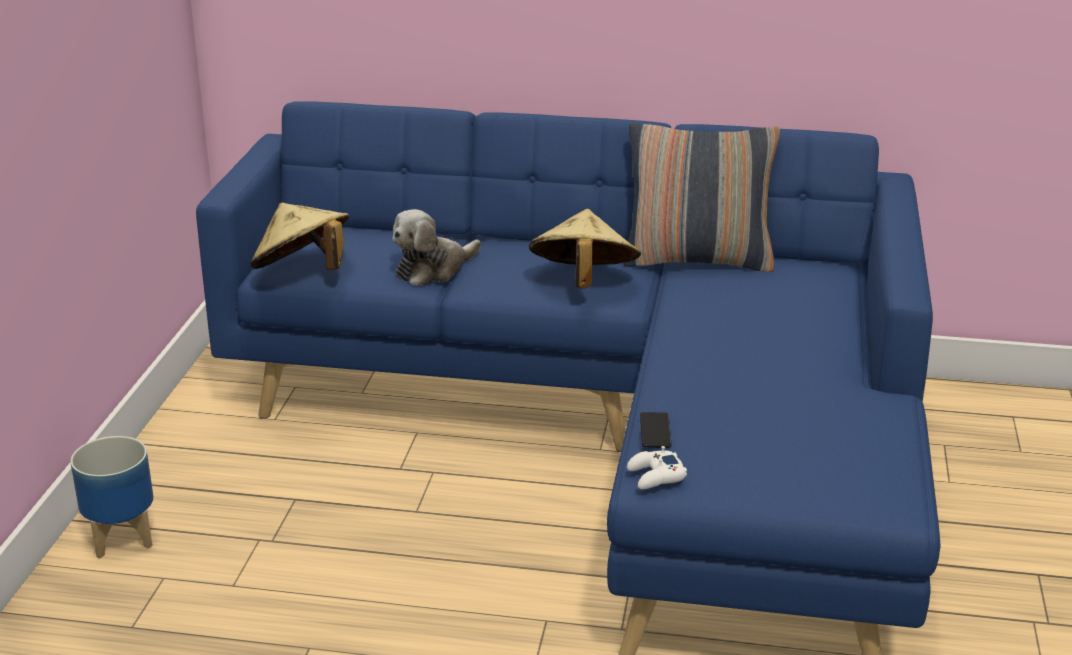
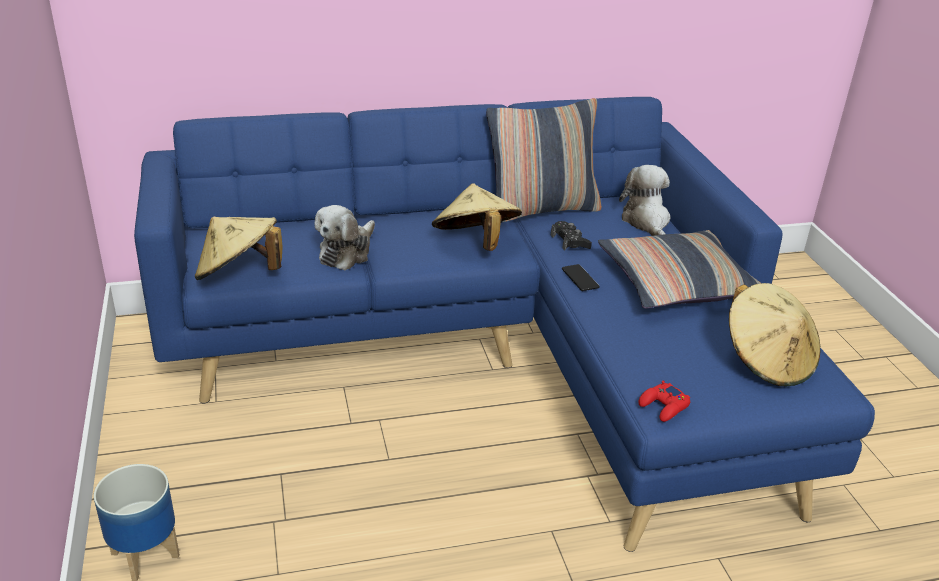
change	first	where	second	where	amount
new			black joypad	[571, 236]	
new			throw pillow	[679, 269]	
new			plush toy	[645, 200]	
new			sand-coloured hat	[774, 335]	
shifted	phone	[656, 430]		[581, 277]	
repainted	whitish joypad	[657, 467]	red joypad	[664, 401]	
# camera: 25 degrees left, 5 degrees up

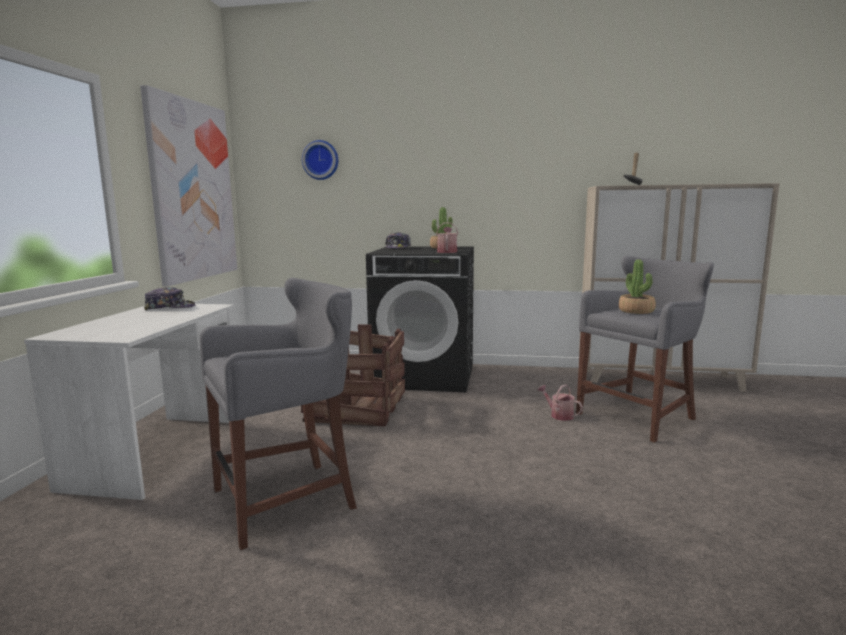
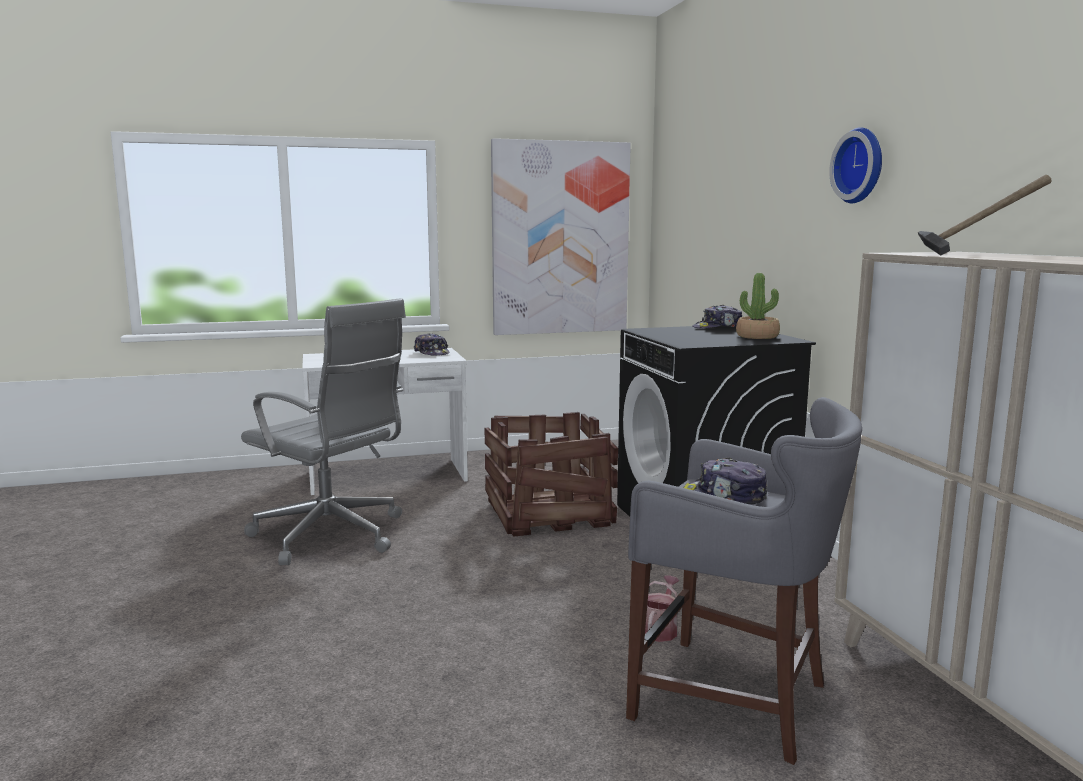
change	first	where	second	where	amount
gone	watering pot	[447, 238]			
shifted	clock on the wall	[320, 160]		[855, 165]	
swapped	gray stool seat	[278, 414]	gray computer chair	[323, 431]	
swapped	plant in a pot	[637, 286]	baseball cap	[725, 480]	
# camera: 65 degrees right, 0 degrees up

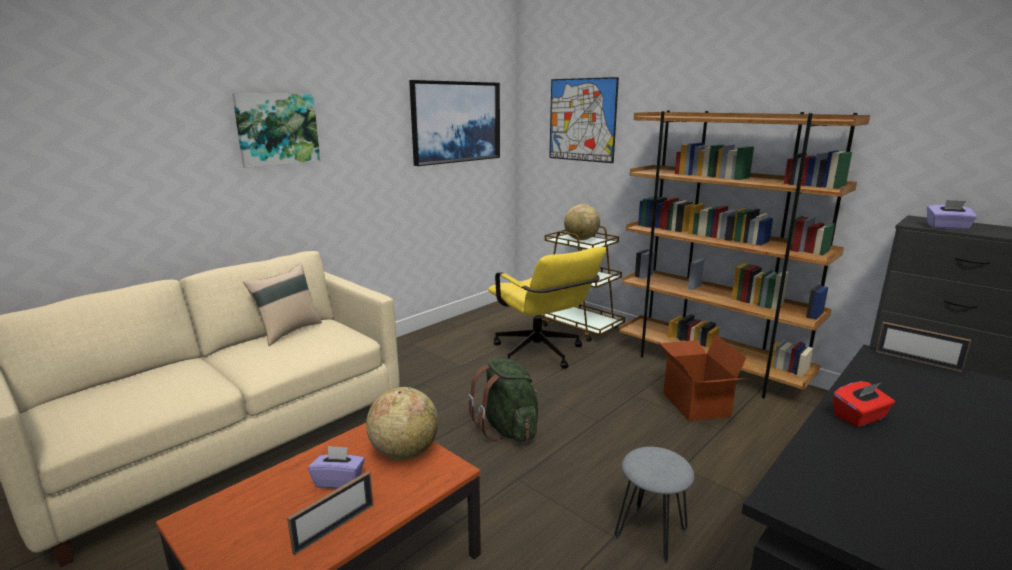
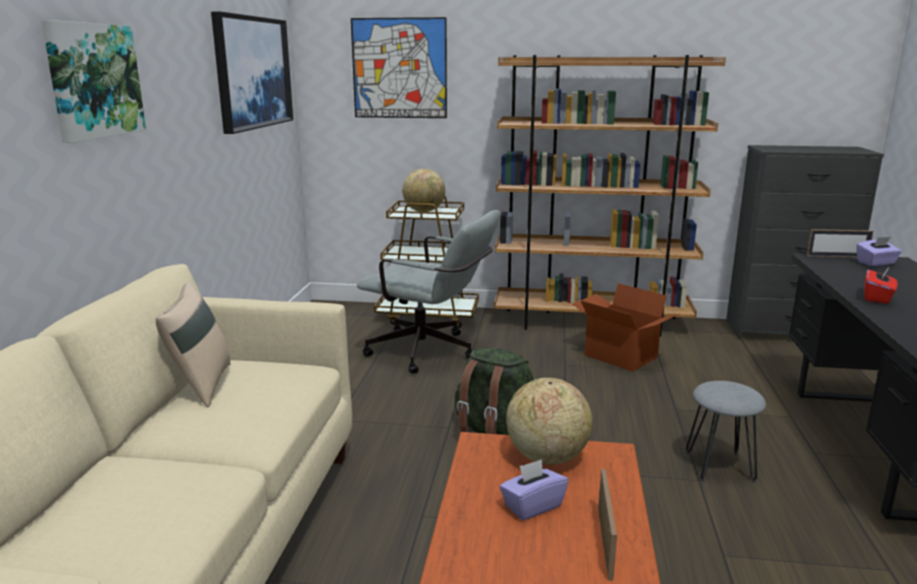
change	first	where	second	where	amount
shifted	purplish tissue box	[952, 215]		[879, 251]	
repainted	yellow computer chair	[547, 308]	gray computer chair	[428, 292]	
# camera: 35 degrees left, 0 degrees up

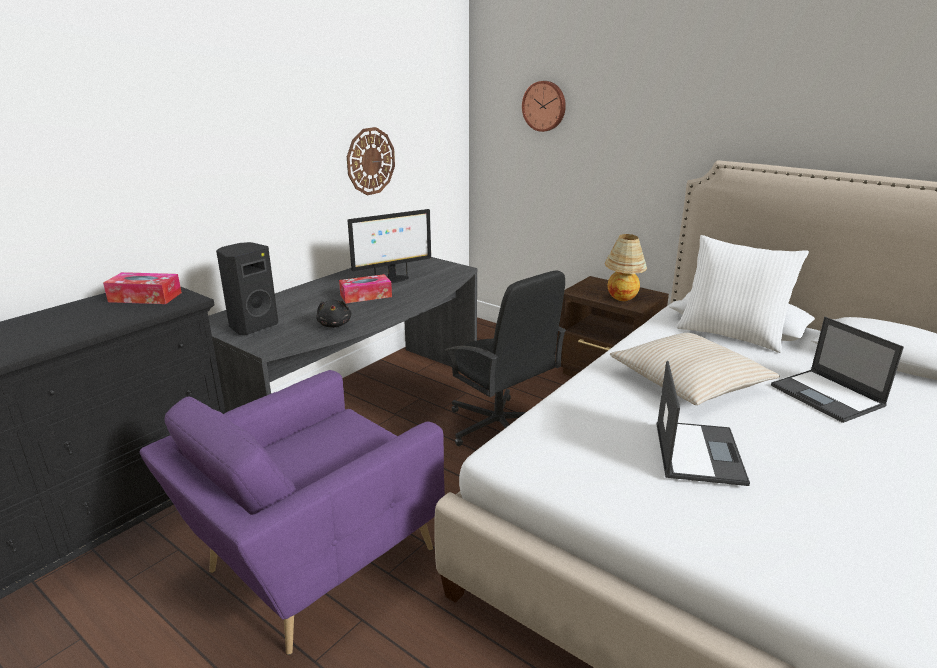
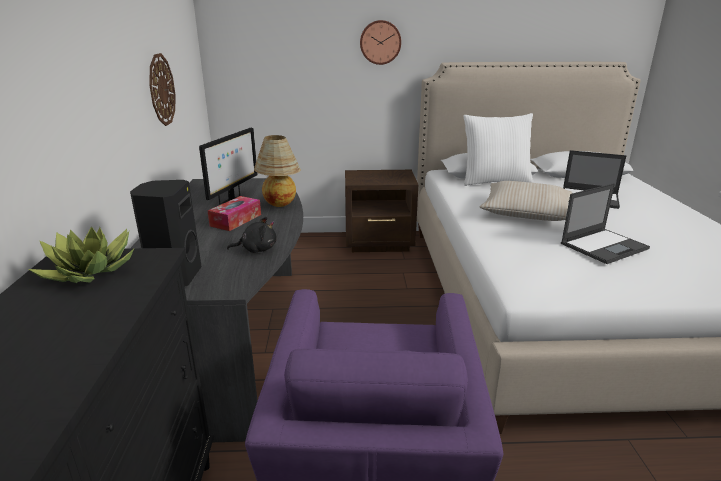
change	first	where	second	where	amount
gone	black computer chair	[505, 358]			
shifted	clock on the wall	[544, 106]		[380, 42]	
shifted	lamp for a table	[626, 267]		[277, 171]	
swapped	tissue box	[142, 288]	plant in a pot	[81, 255]	
rotated	black plush toy	[333, 313]		[251, 235]	45 degrees counterclockwise
rotated	laptop	[703, 423]		[605, 223]	90 degrees clockwise
# camera: 40 degrees left, 0 degrees up

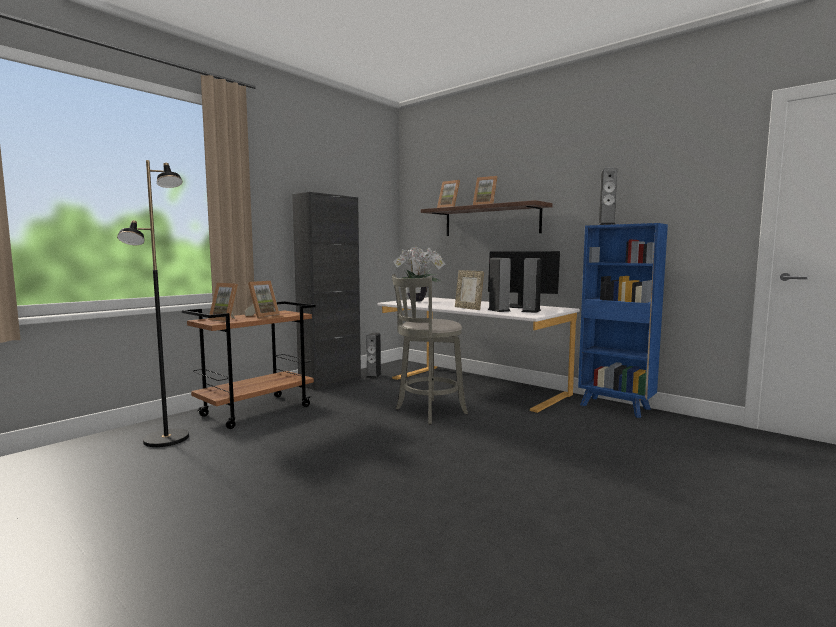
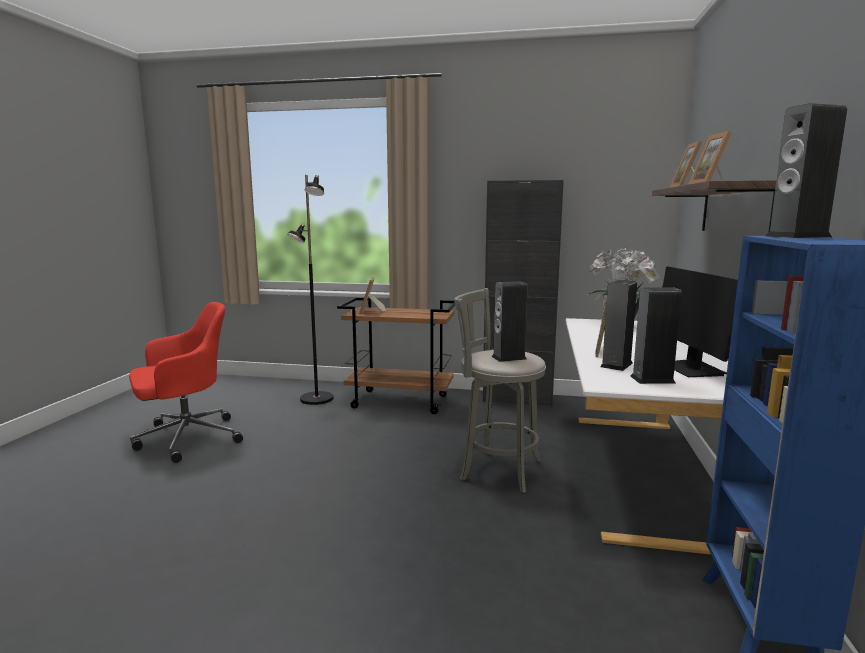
change	first	where	second	where	amount
gone	photo frame	[262, 299]			
new			red computer chair	[186, 382]	
shifted	speaker	[374, 355]		[509, 321]	
# camera: 60 degrees right, 5 degrees up

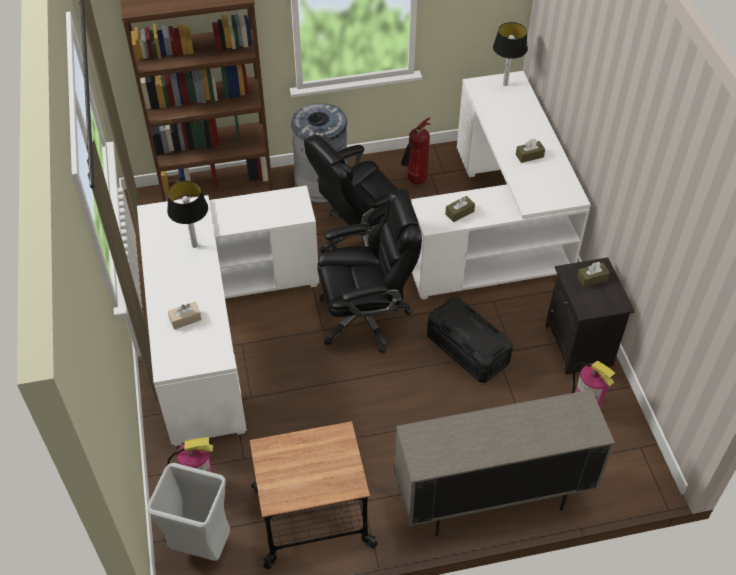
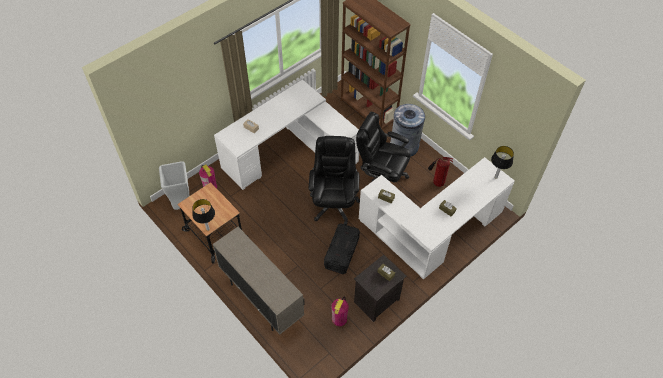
change	first	where	second	where	amount
shifted	lamp for a table	[187, 214]		[203, 215]	
rotated	black computer chair	[369, 271]		[334, 180]	135 degrees counterclockwise
# camera: 60 degrees right, 5 degrees up

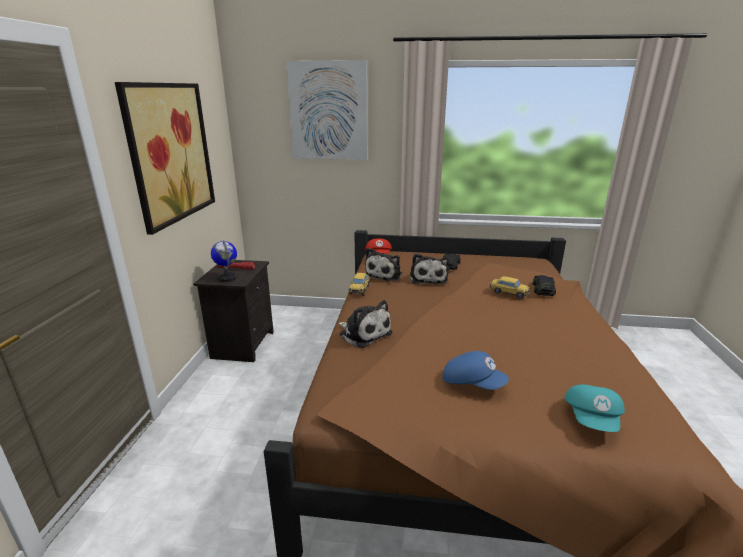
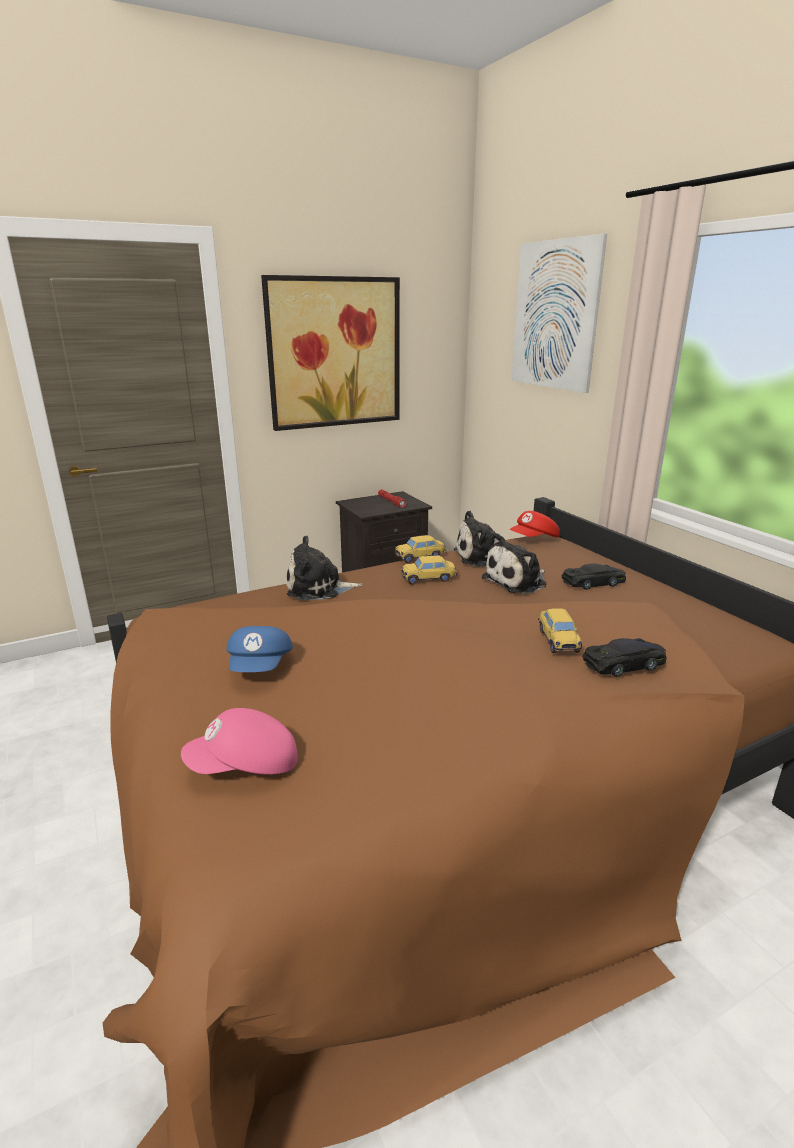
change	first	where	second	where	amount
gone	globe	[224, 261]			
new			model car	[429, 570]	
repainted	turquoise baseball cap	[594, 408]	pinkish baseball cap	[239, 741]	
rotated	plush toy	[365, 324]		[324, 568]	75 degrees clockwise
# camera: 55 degrees right, 0 degrees up

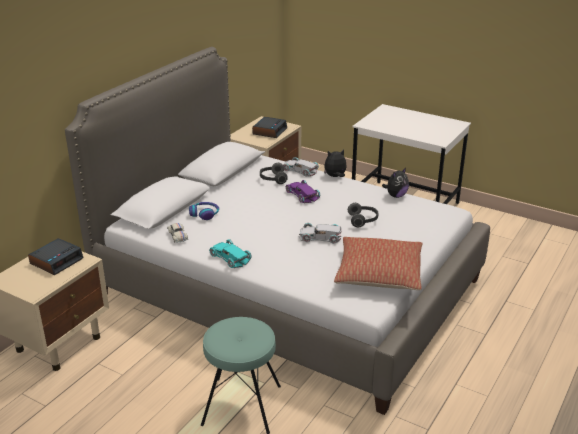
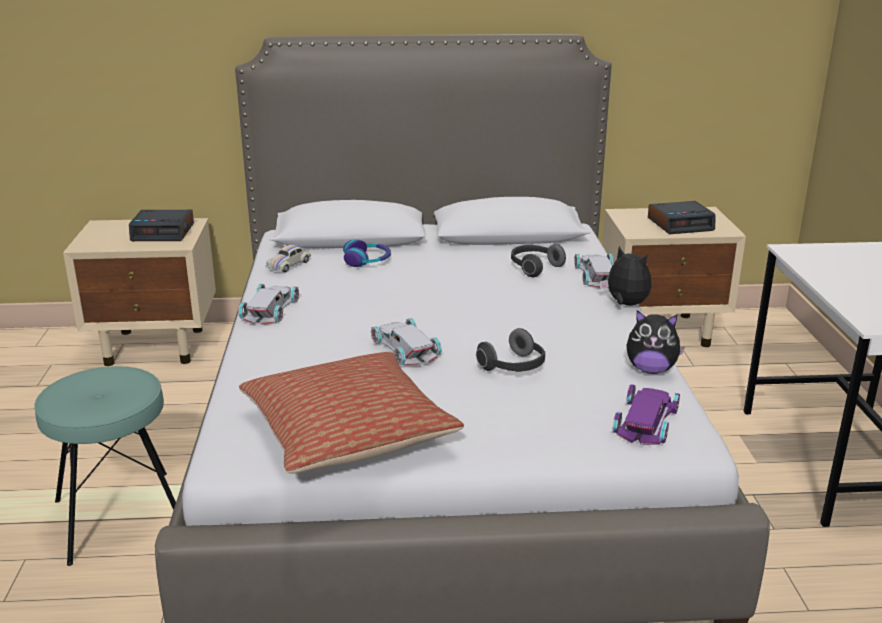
change	first	where	second	where	amount
shifted	purplish model car	[303, 191]		[646, 414]	
repainted	turquoise model car	[230, 253]	whitish model car	[268, 304]	
# camera: 55 degrees right, 5 degrees down

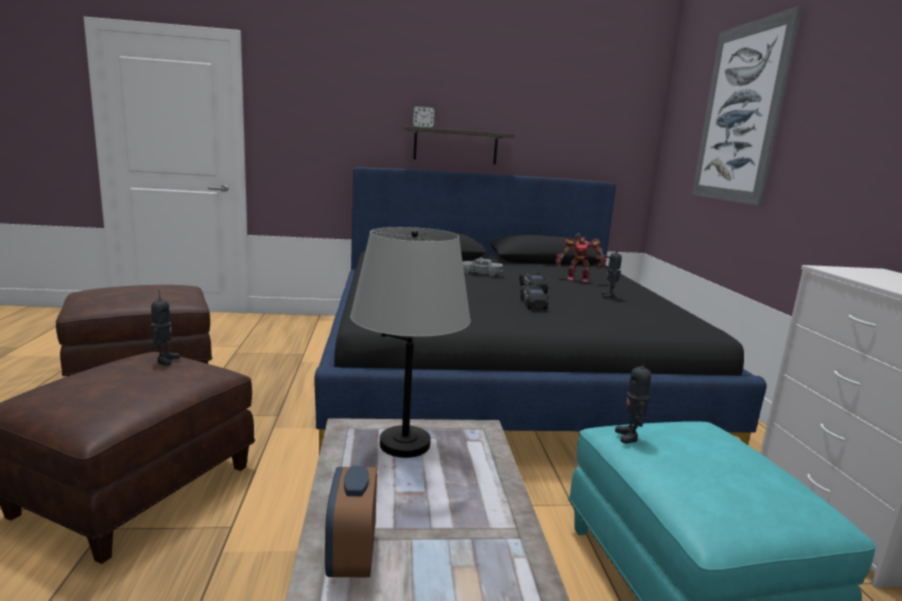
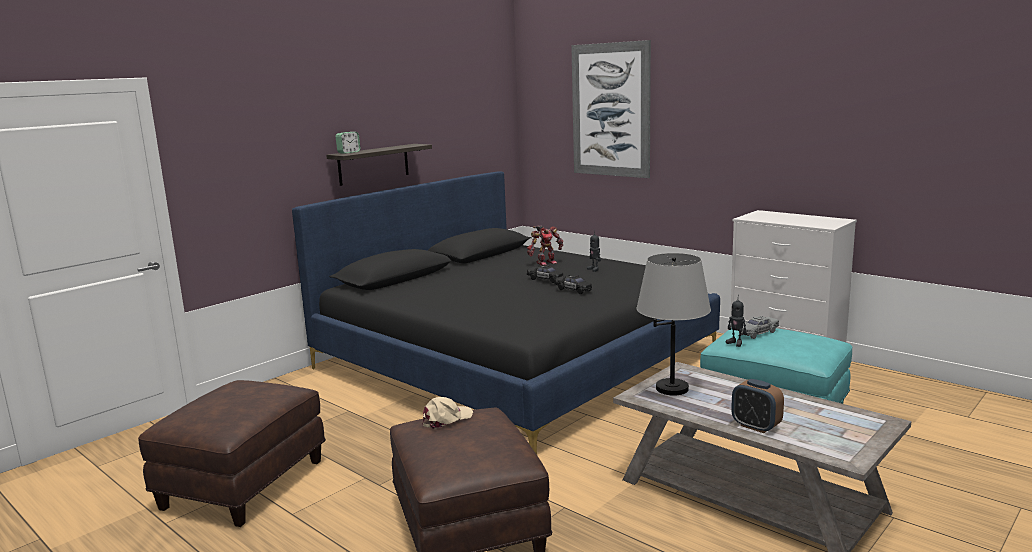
change	first	where	second	where	amount
shifted	gray model car	[483, 267]		[759, 327]	
swapped	toy robot	[165, 328]	sand-coloured baseball cap	[448, 413]	
# camera: 40 degrees left, 0 degrees up

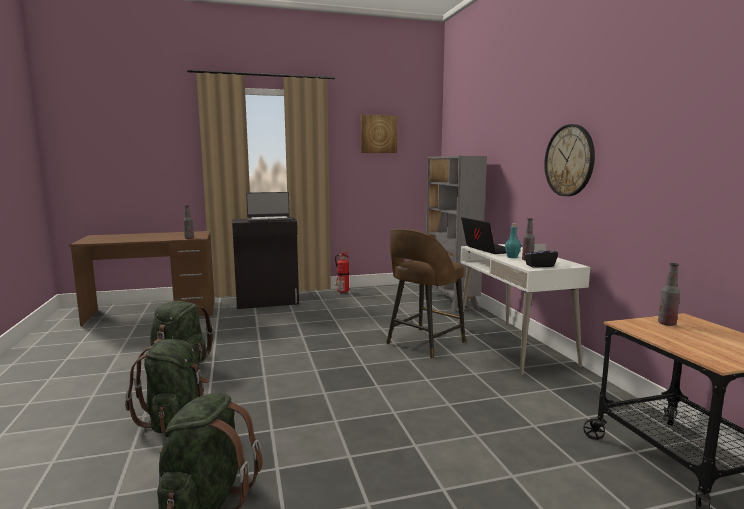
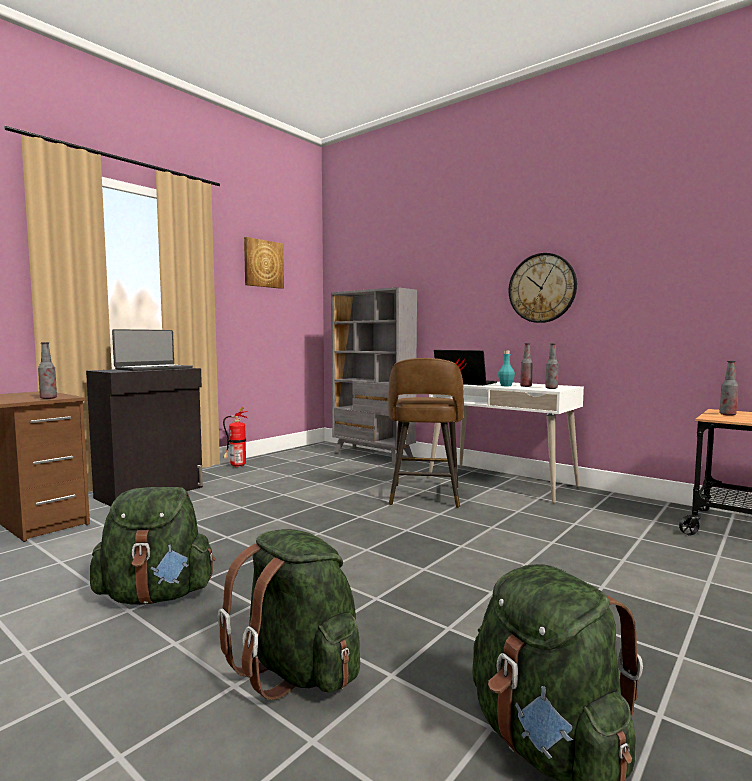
change	first	where	second	where	amount
swapped	black tissue box	[541, 256]	beverage bottle	[551, 366]	
# camera: 35 degrees left, 5 degrees down

